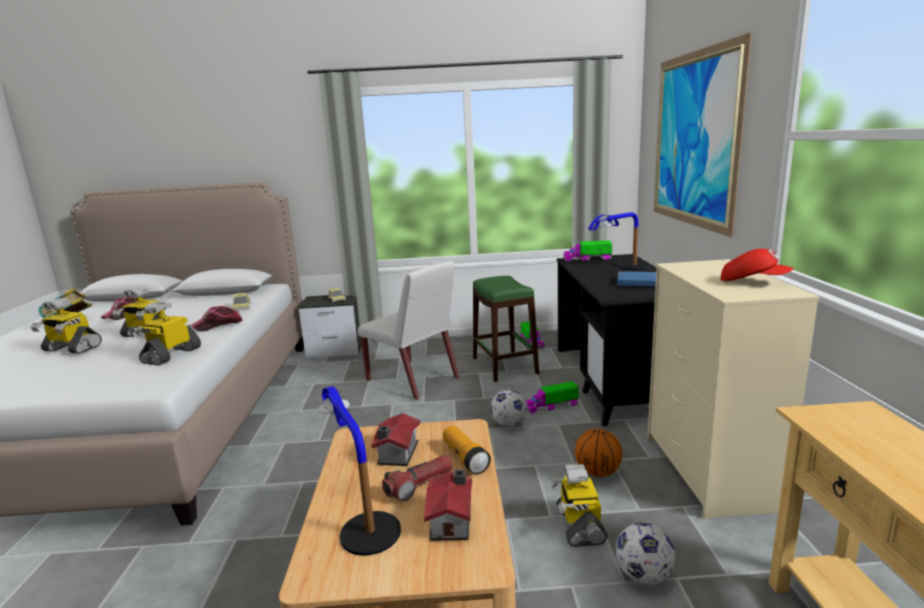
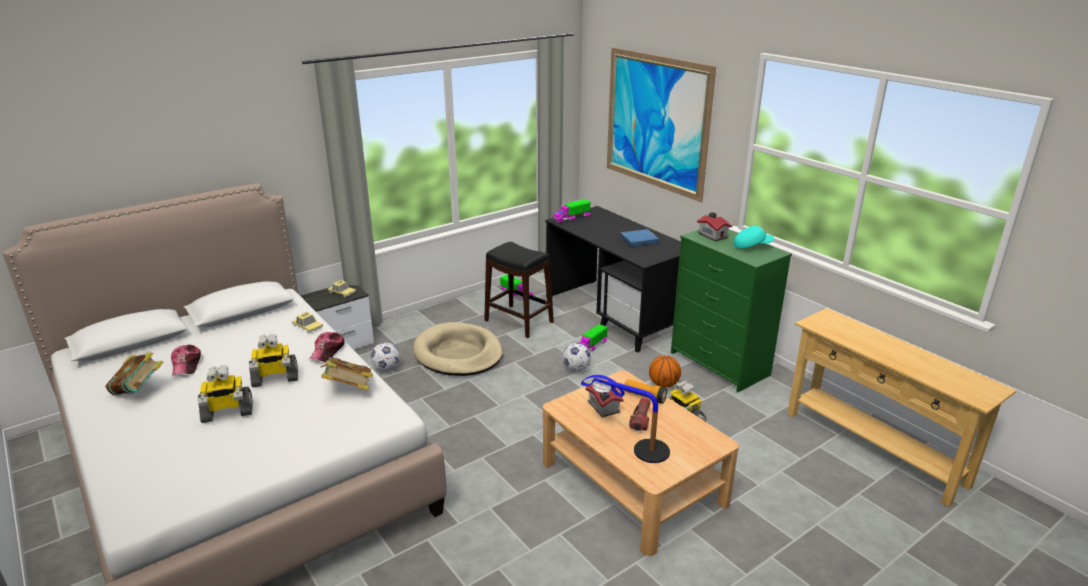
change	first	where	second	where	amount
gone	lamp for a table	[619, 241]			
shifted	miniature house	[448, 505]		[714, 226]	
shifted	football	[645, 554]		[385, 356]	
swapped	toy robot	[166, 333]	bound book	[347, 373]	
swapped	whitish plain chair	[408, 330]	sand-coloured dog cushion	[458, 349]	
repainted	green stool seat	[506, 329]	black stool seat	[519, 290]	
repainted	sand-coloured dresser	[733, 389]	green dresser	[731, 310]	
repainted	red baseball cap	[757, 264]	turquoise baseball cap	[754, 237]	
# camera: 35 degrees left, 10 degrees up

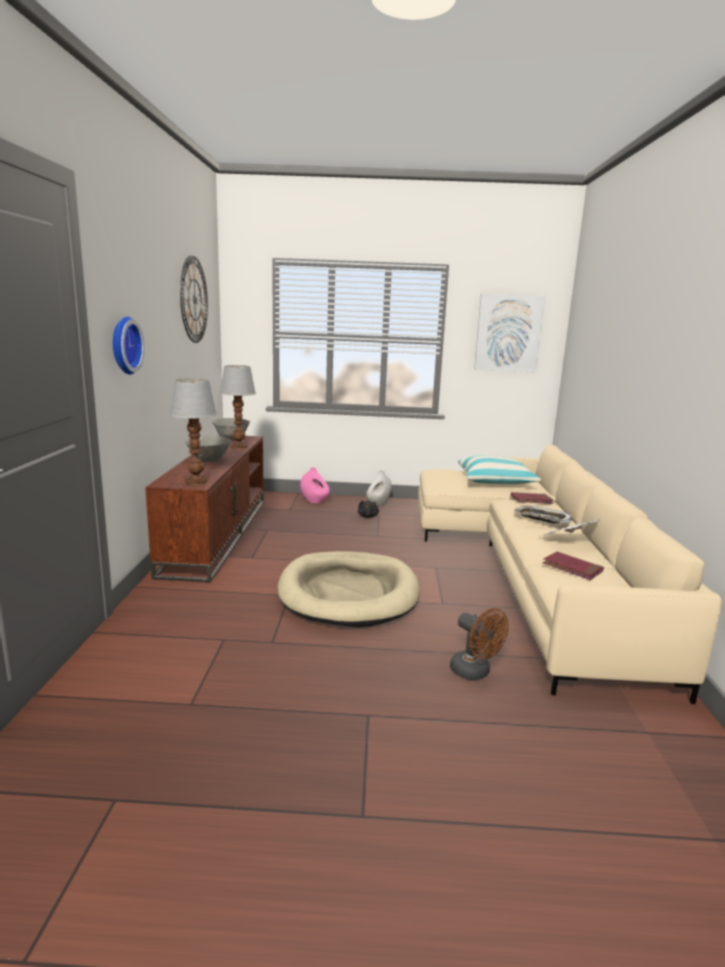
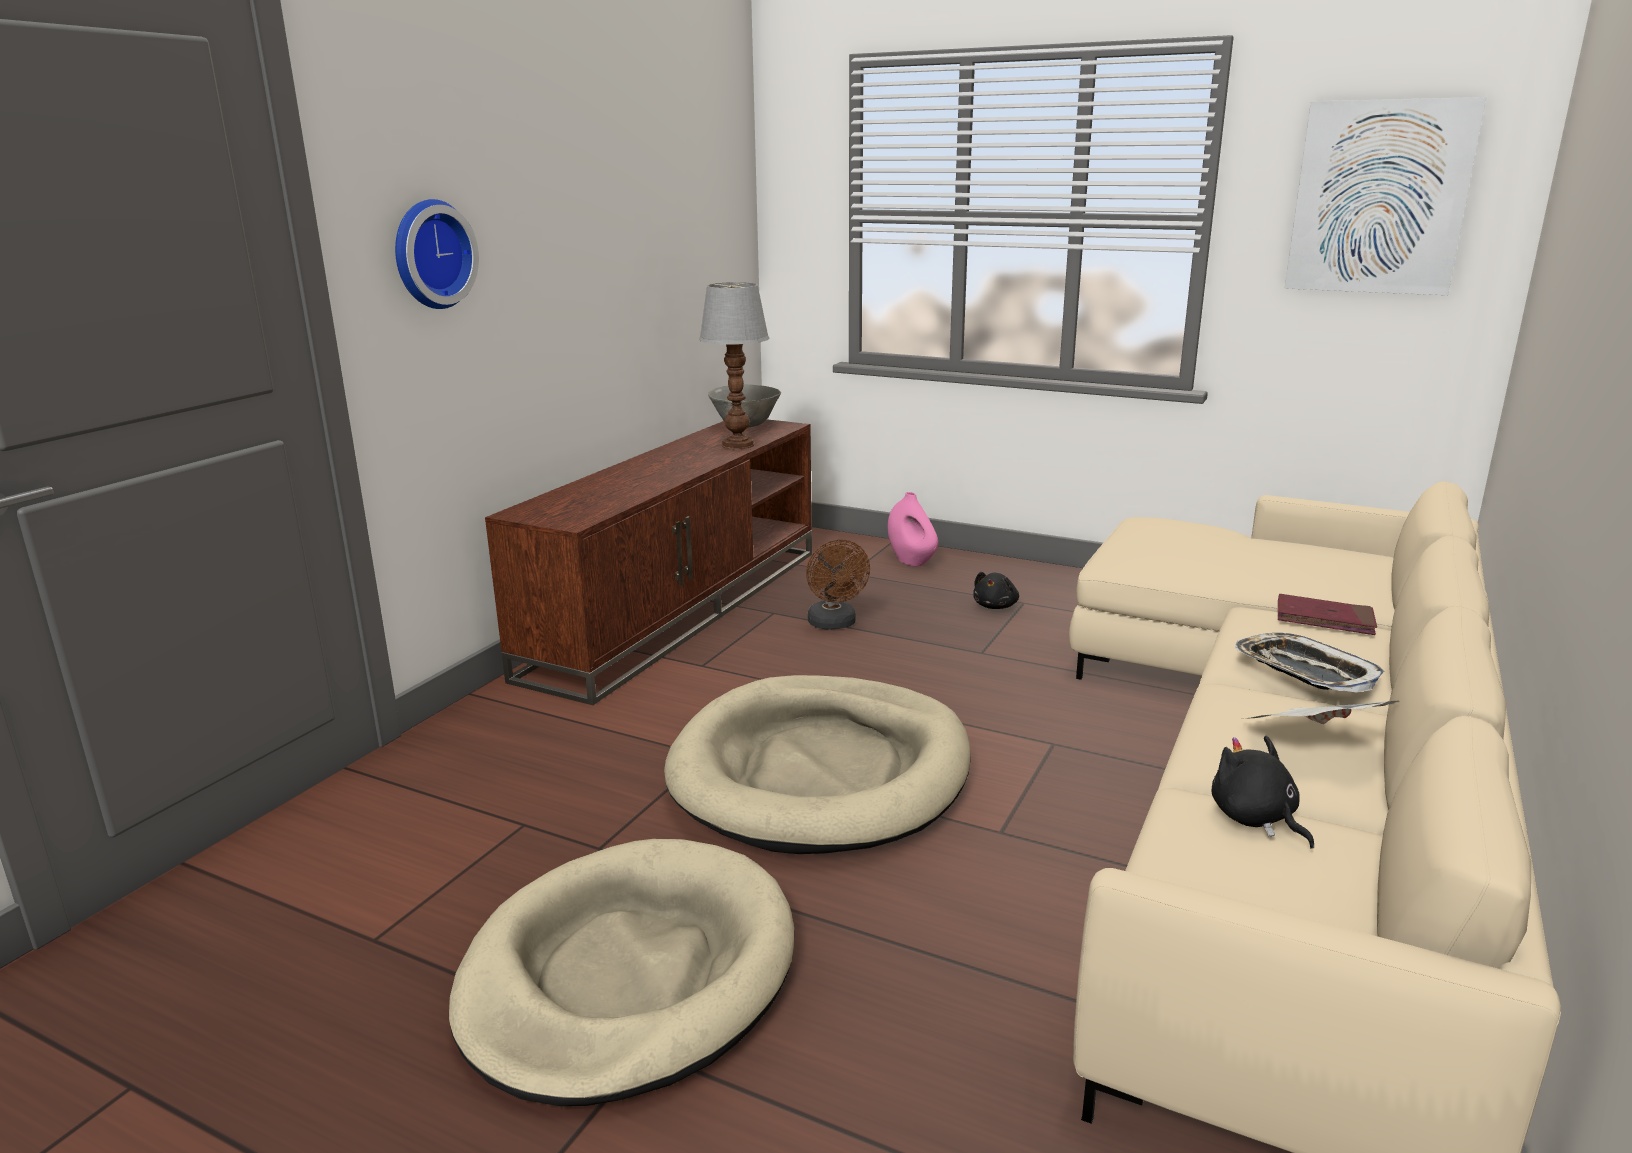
change	first	where	second	where	amount
gone	lamp for a table	[193, 432]			
gone	clock on the wall	[194, 299]			
gone	gray bowl	[208, 449]			
gone	whitish vase	[379, 489]			
gone	throw pillow	[499, 469]			
new			sand-coloured dog cushion	[621, 972]	
shifted	brown-coloured cooling fan	[479, 644]		[838, 584]	
swapped	red bound book	[573, 566]	black plush toy	[1262, 792]	
# camera: 25 degrees right, 5 degrees up

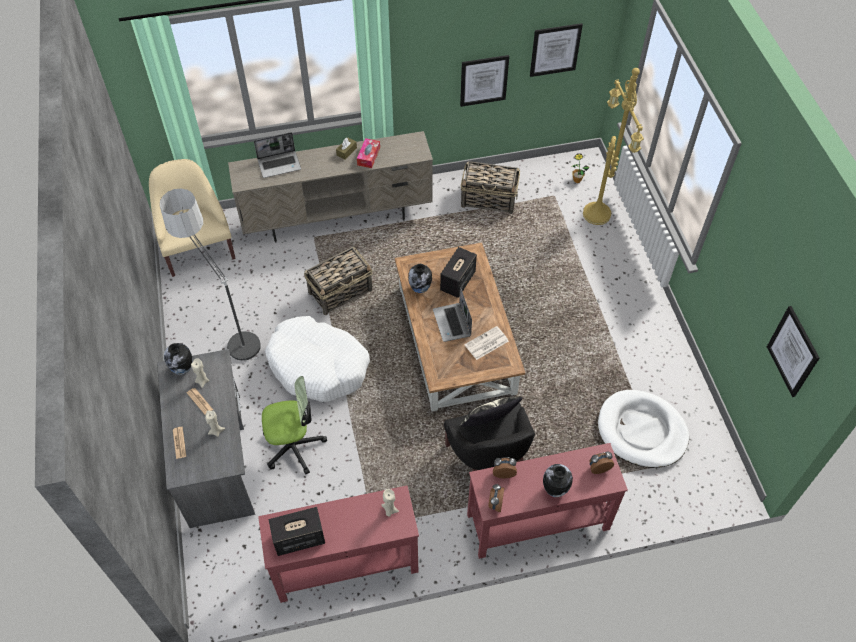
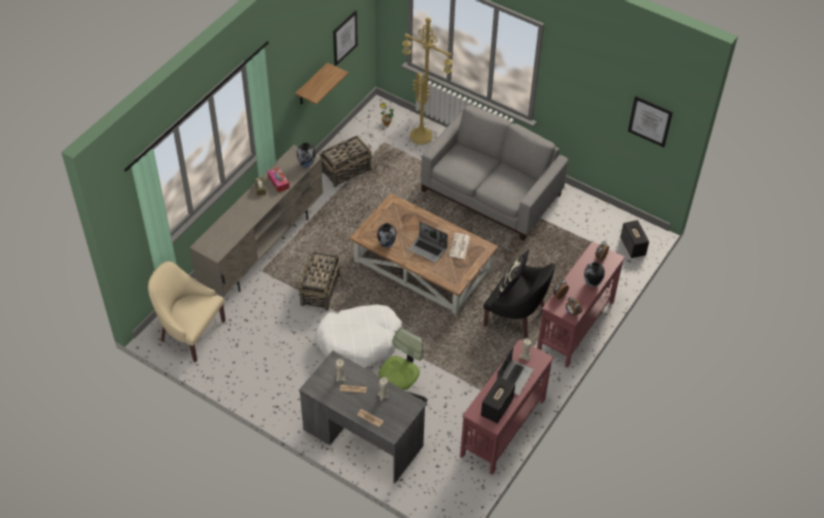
change	first	where	second	where	amount
gone	floor lamp	[210, 275]			
gone	whitish dog cushion	[643, 429]			
new			gray couch	[494, 173]	
shifted	vase	[178, 359]		[306, 154]	
shifted	laptop	[277, 155]		[515, 370]	
shifted	speaker	[458, 272]		[634, 239]	
swapped	wall art	[484, 81]	shelf	[321, 83]	
# camera: 45 degrees left, 5 degrees down

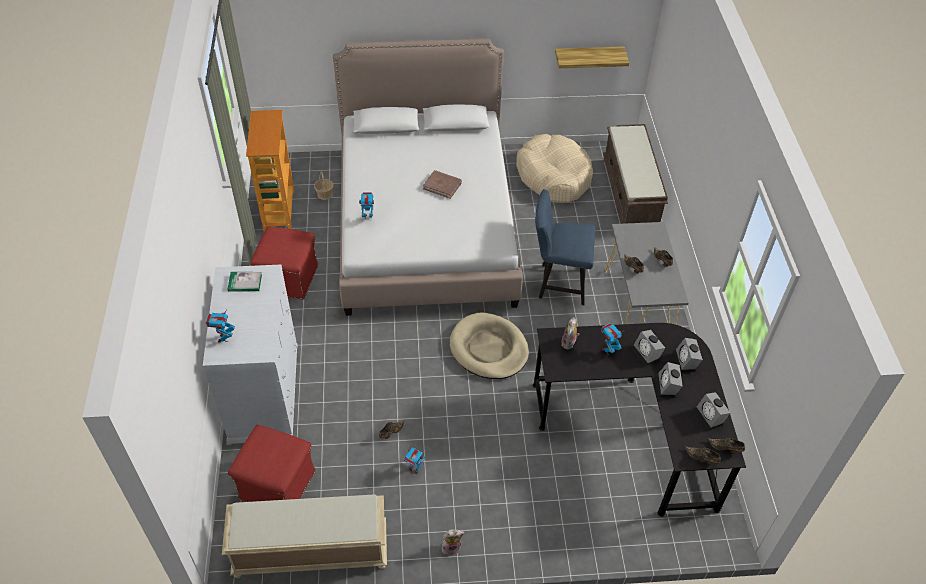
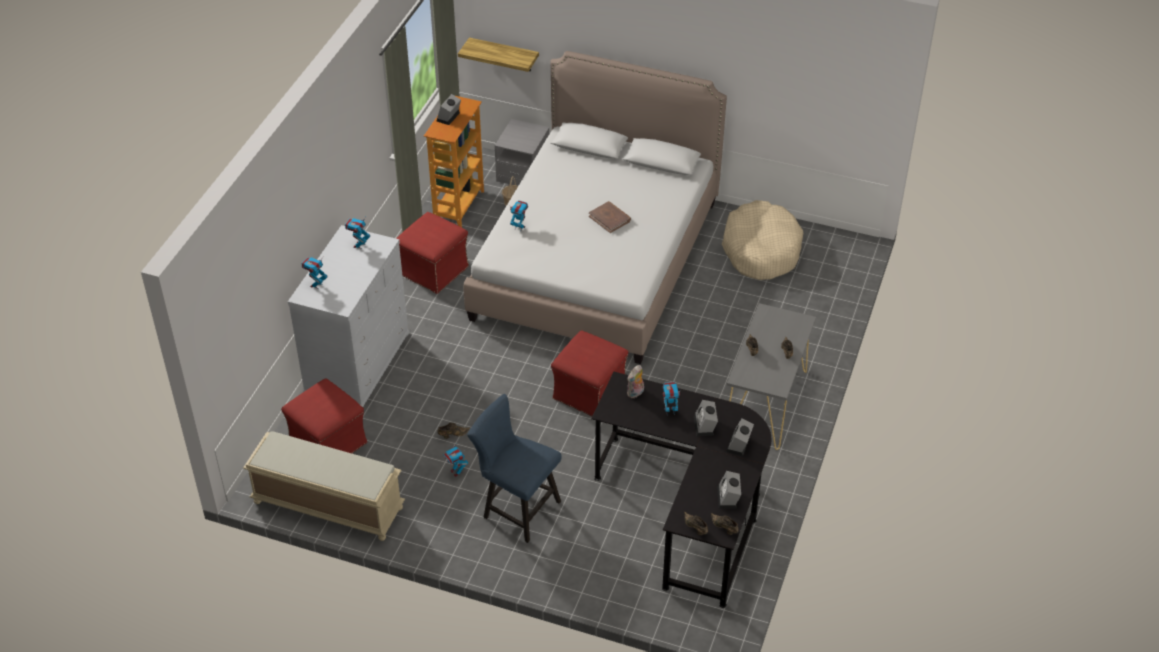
change	first	where	second	where	amount
gone	plush toy	[453, 542]			
gone	brown-coloured long seat	[635, 174]			
new			gray night table	[521, 152]	
shifted	bluish plain chair	[565, 247]		[514, 468]	
shifted	shelf	[592, 57]		[498, 54]	
shifted	bedside clock	[669, 380]		[449, 109]	
swapped	bound book	[245, 282]	toy robot	[357, 233]	
swapped	sand-coloured dog cushion	[489, 346]	red pouffe	[589, 373]	
# camera: 25 degrees right, 5 degrees down

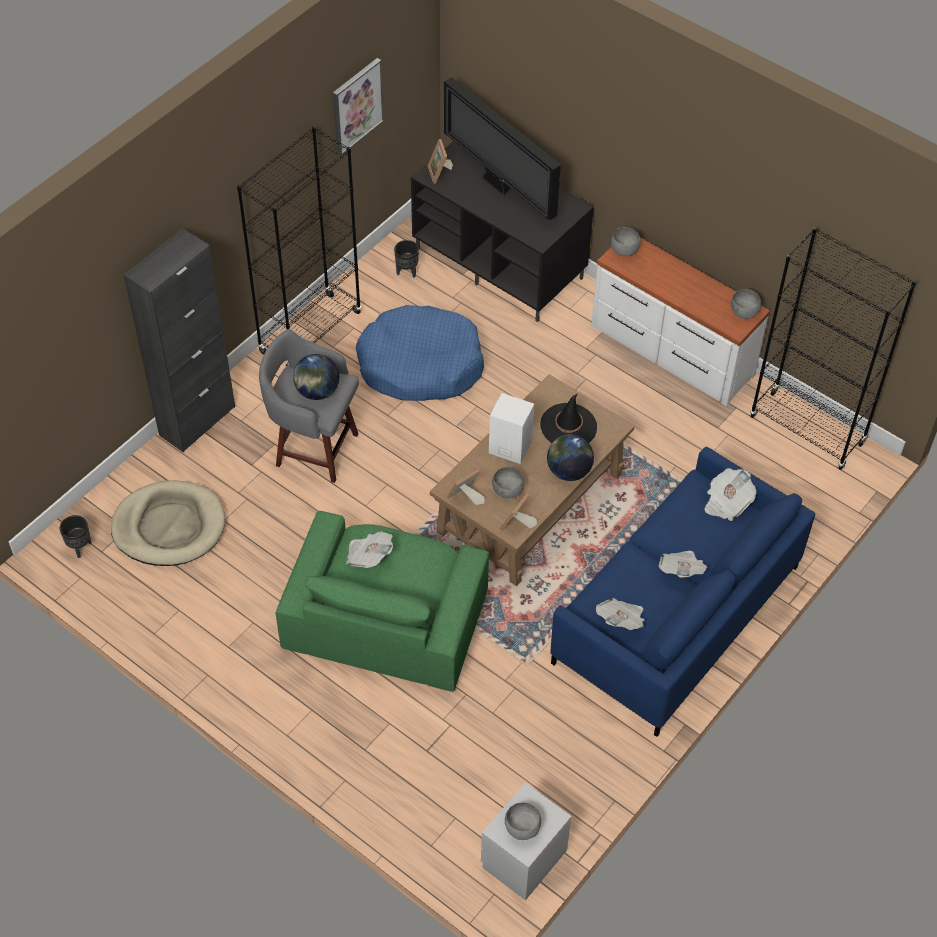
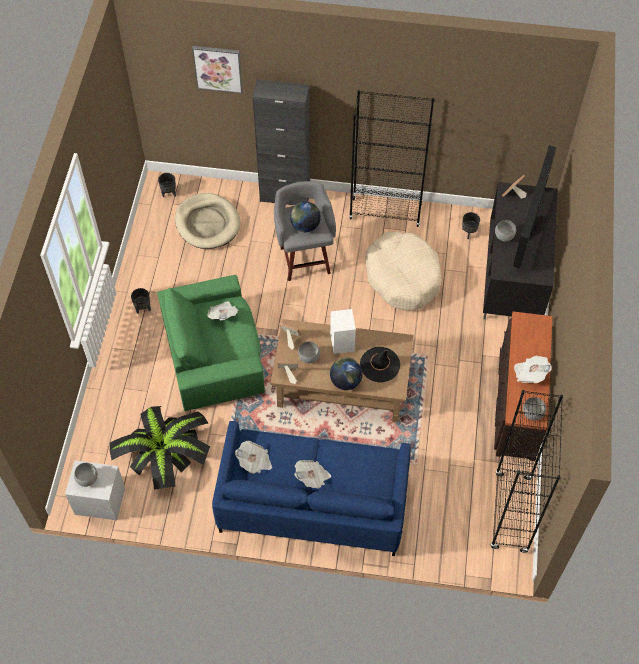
change	first	where	second	where	amount
new			plant in a pot	[160, 448]	
new			black plant pot	[141, 301]	
shifted	wall art	[358, 107]		[217, 70]	
shifted	gray bowl	[626, 241]		[505, 231]	
shifted	newspaper	[730, 494]		[533, 369]	
repainted	bluish dog cushion	[420, 353]	sand-coloured dog cushion	[403, 271]	
repainted	whitish dresser	[680, 321]	brown-coloured dresser	[523, 386]	
# camera: 60 degrees right, 5 degrees up

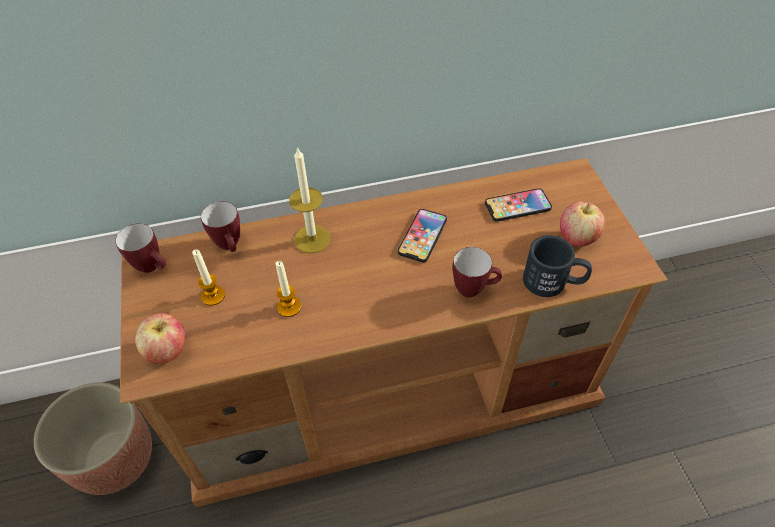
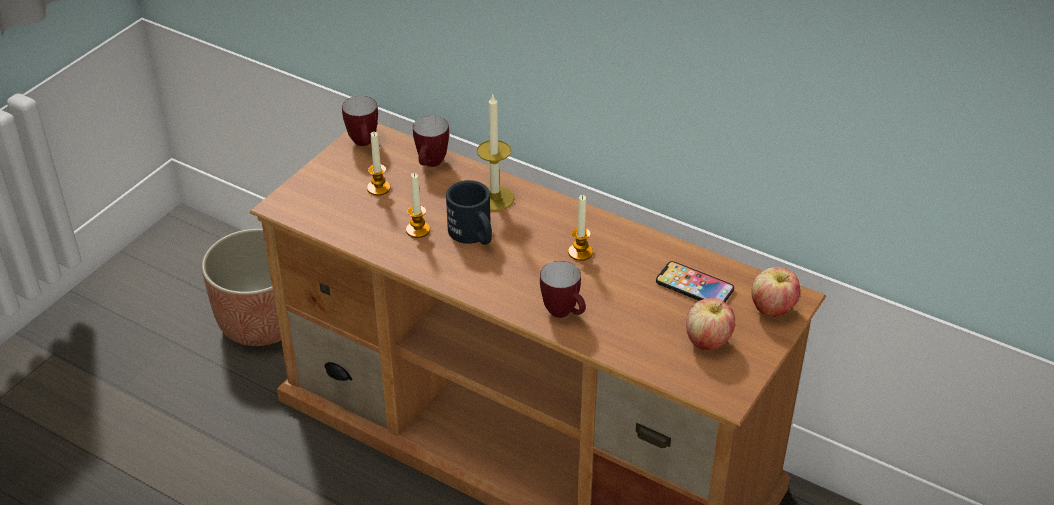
change	first	where	second	where	amount
shifted	apple fruit	[160, 338]		[776, 292]	
shifted	black coffee mug	[557, 266]		[469, 212]	
swapped	phone	[422, 235]	candle	[580, 228]	
# camera: 45 degrees right, 10 degrees down

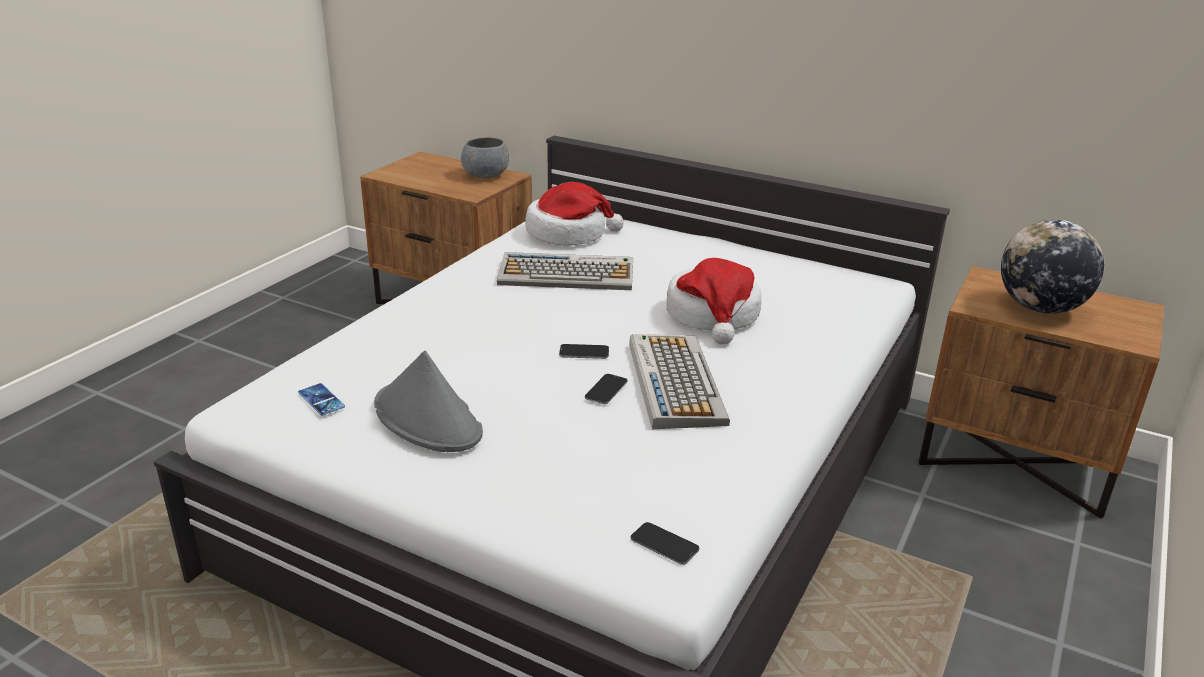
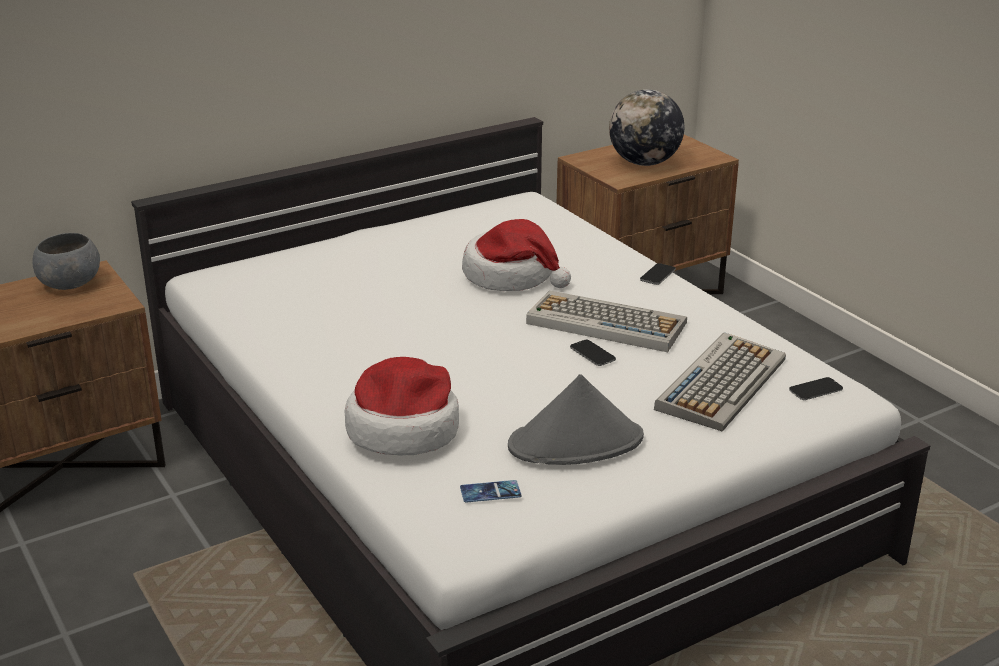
change	first	where	second	where	amount
shifted	computer keyboard	[565, 271]		[720, 382]	
shifted	hat	[575, 214]		[401, 406]	
shifted	phone	[584, 351]		[658, 274]	
# camera: 60 degrees left, 0 degrees up

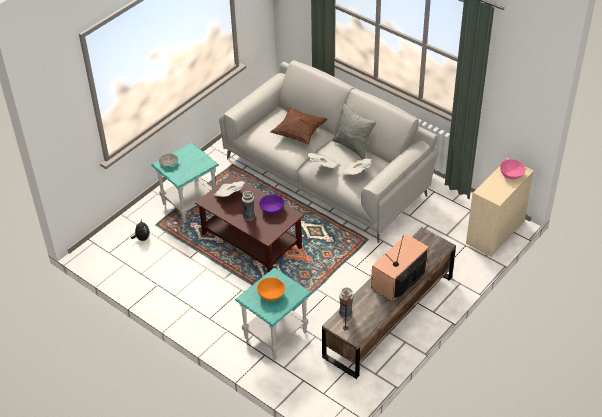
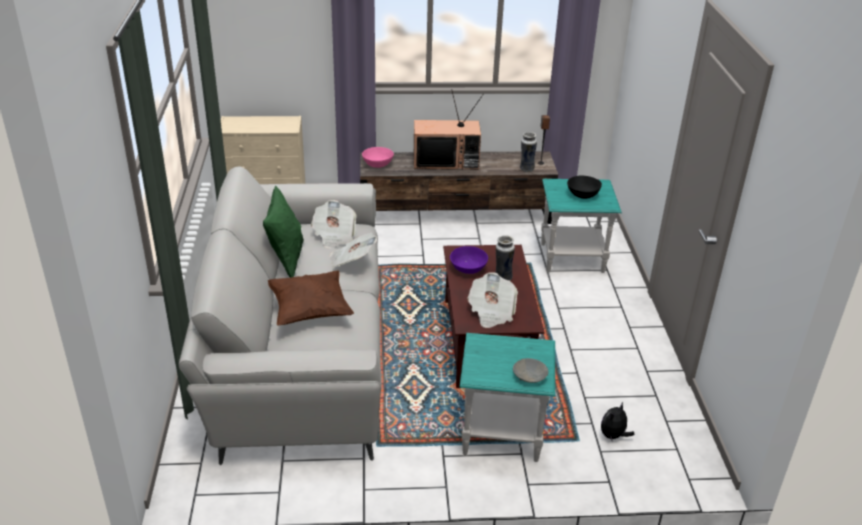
change	first	where	second	where	amount
shifted	pinkish bowl	[513, 169]		[378, 157]	
repainted	orange bowl	[271, 289]	black bowl	[584, 187]	
repainted	gray throw pillow	[354, 131]	green throw pillow	[283, 231]	
# camera: 135 degrees left, 10 degrees down

